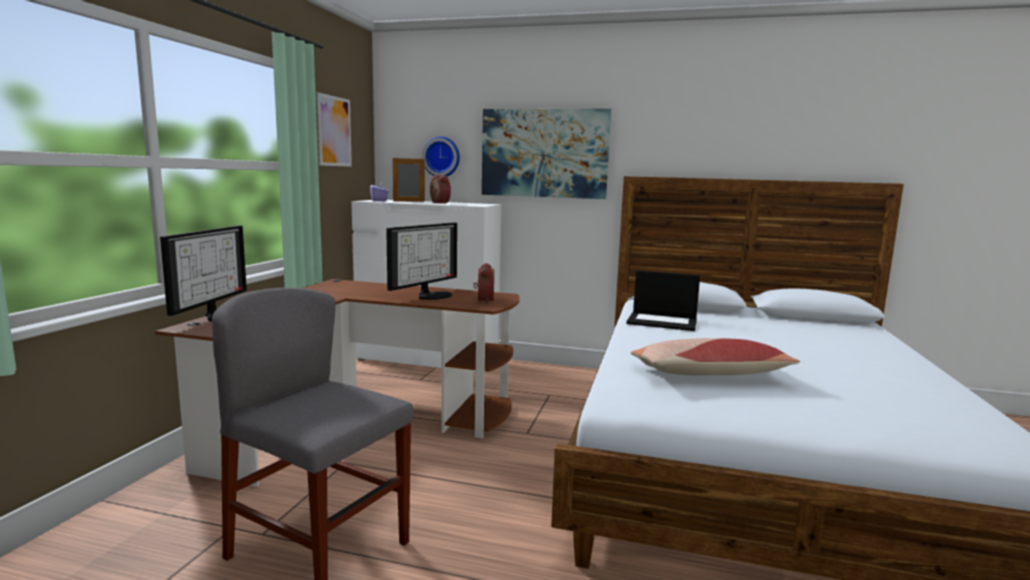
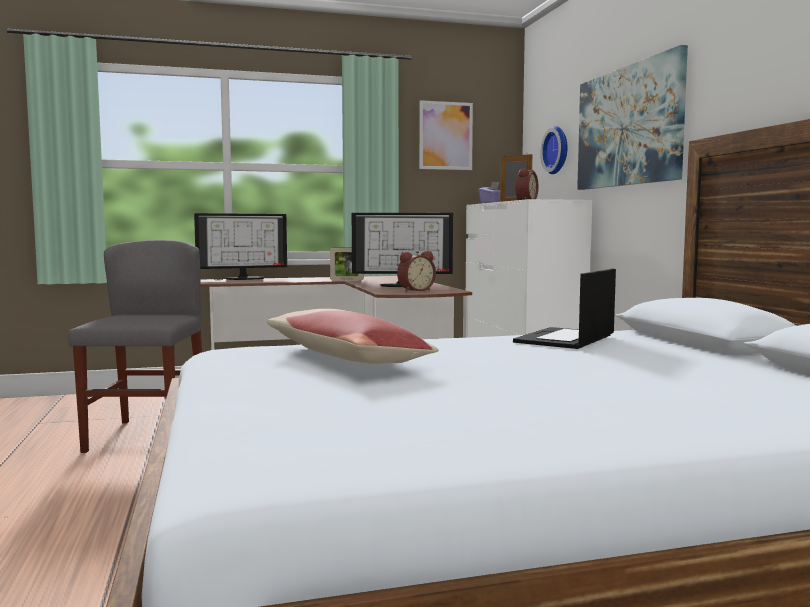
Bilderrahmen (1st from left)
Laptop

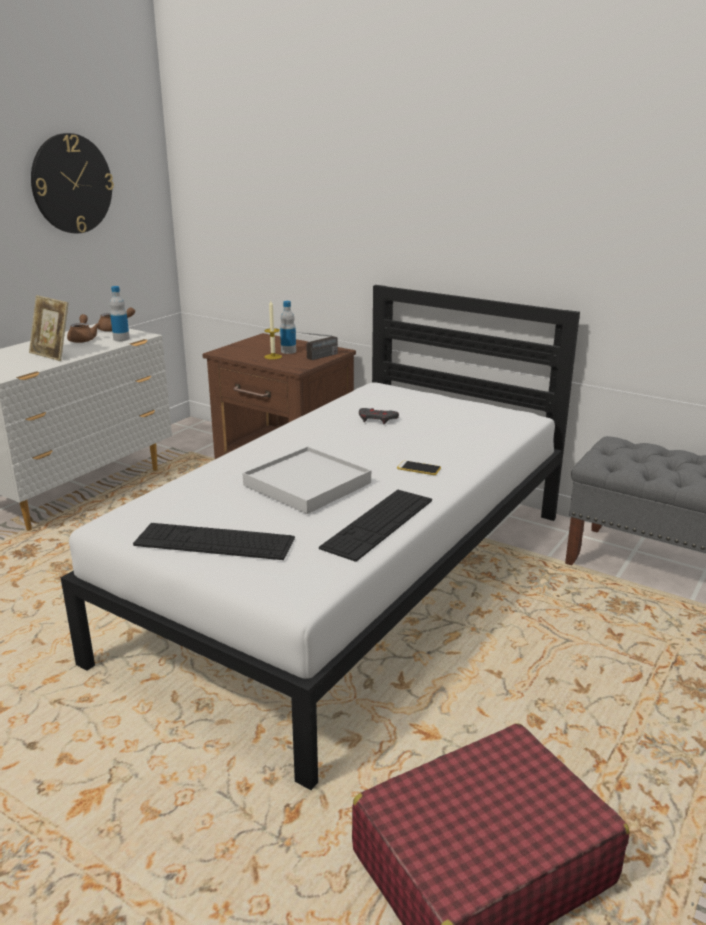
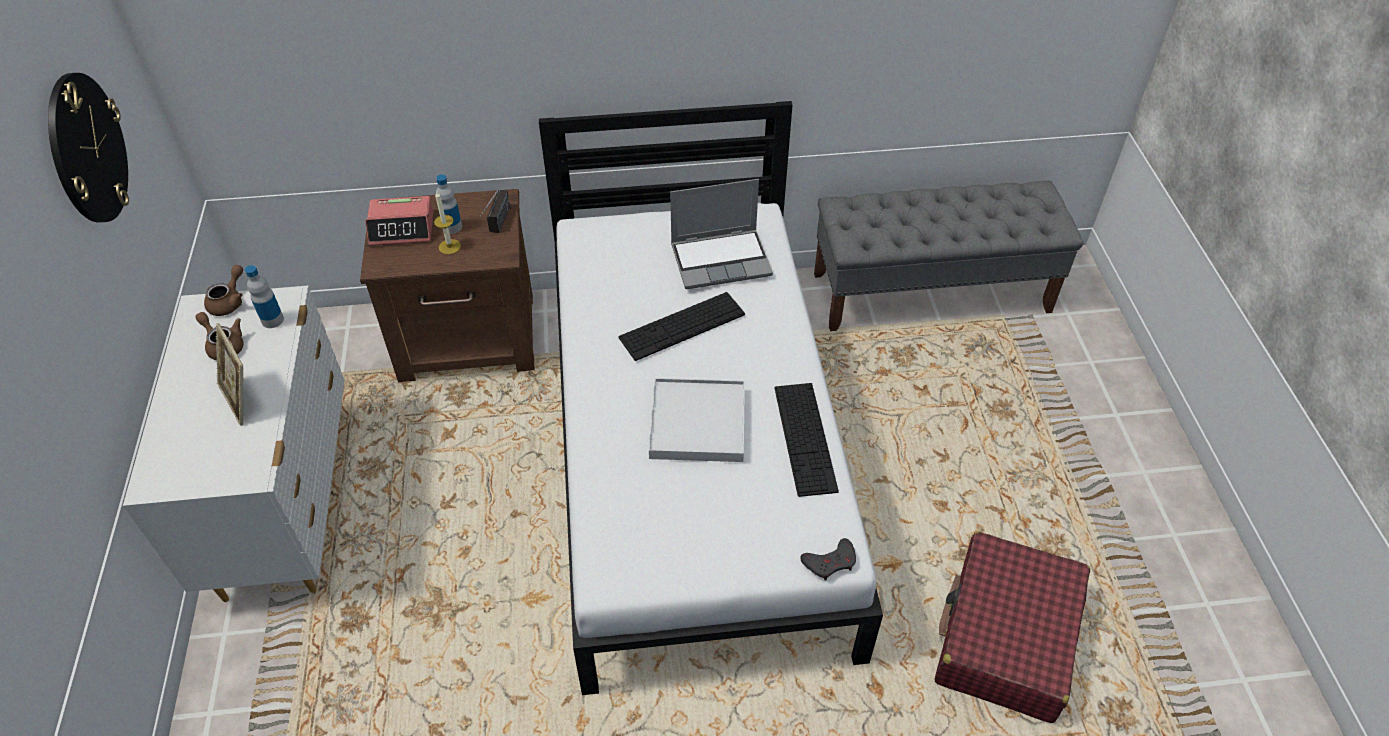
Bilderrahmen
Wecker
Tastatur (1st from left)
Laptop
Gamepad/grau
Handy

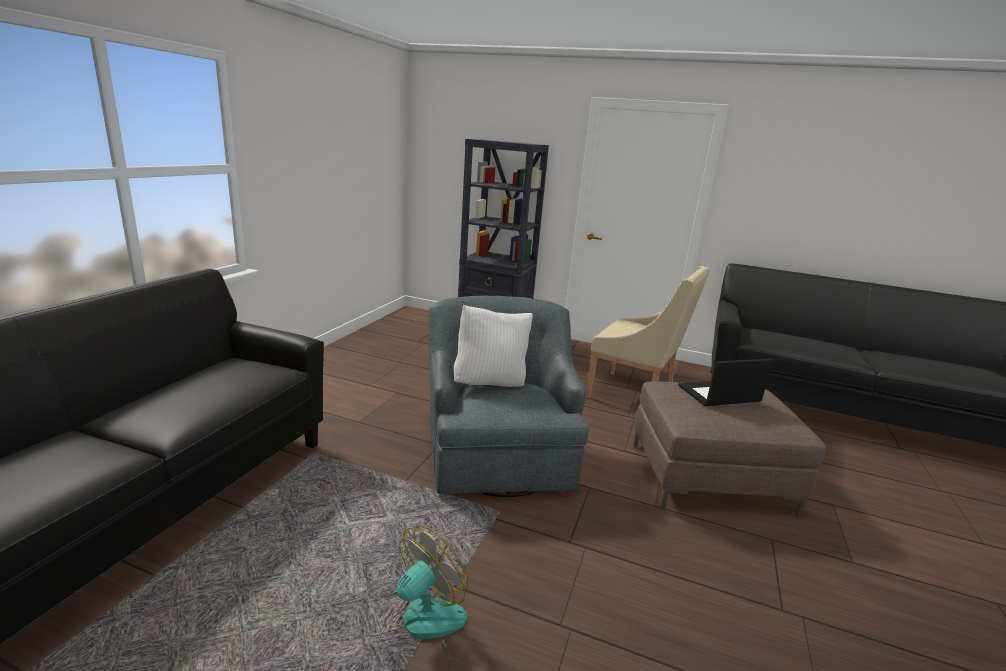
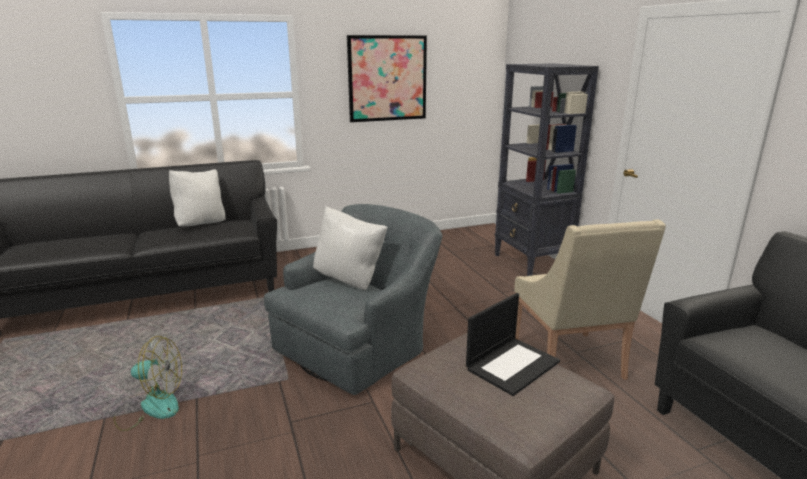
Kissen/weiß (1st from left)
Bild
Laptop

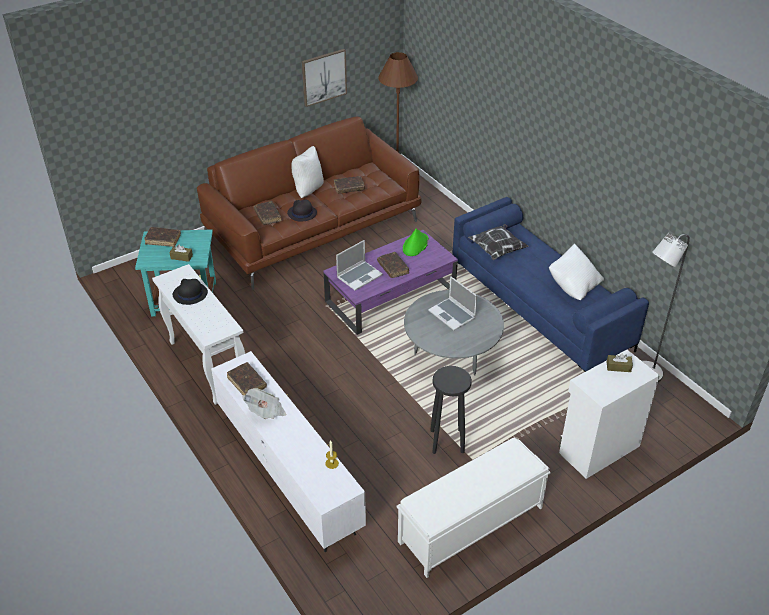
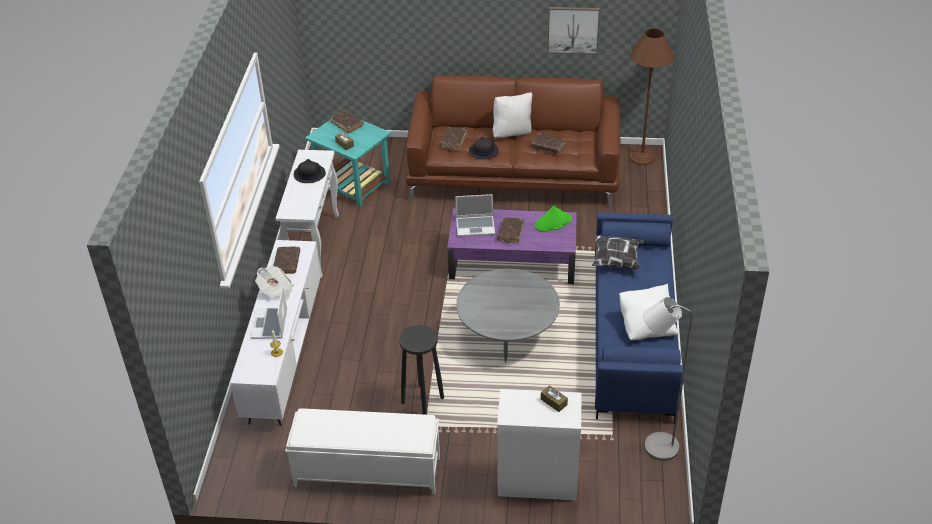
Laptop (1st from left)

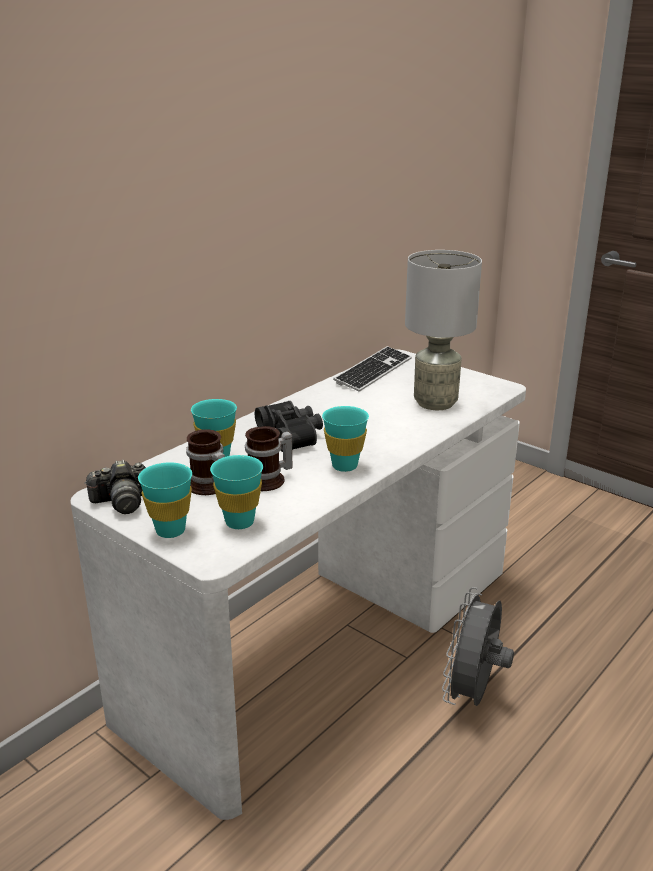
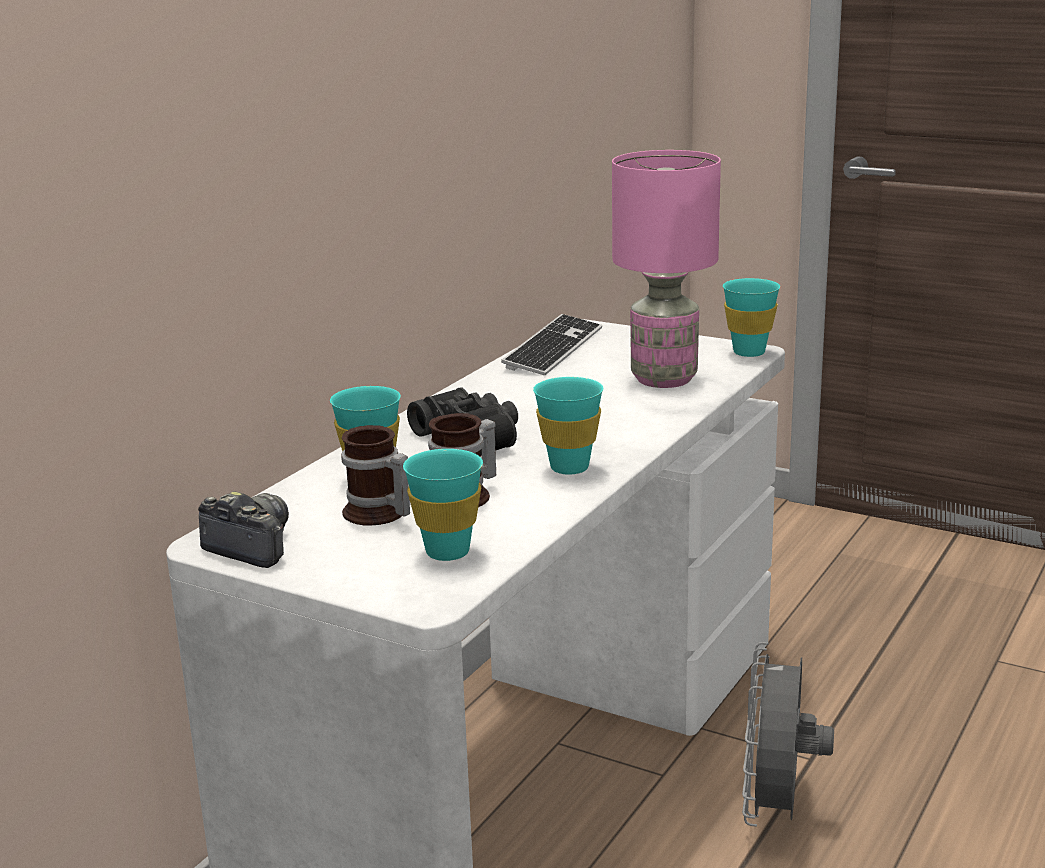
Kamera
Tischlampe/rosa
Tasse/türkis (4th from left)

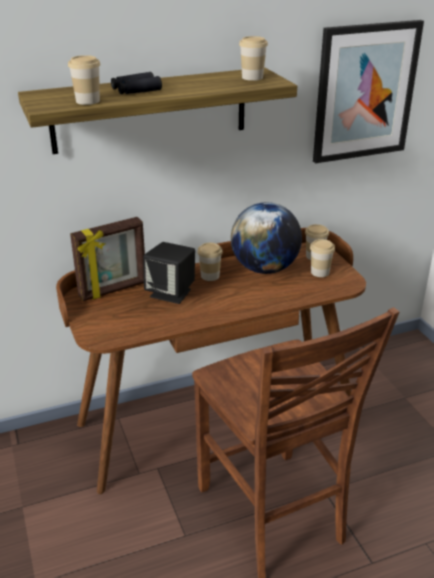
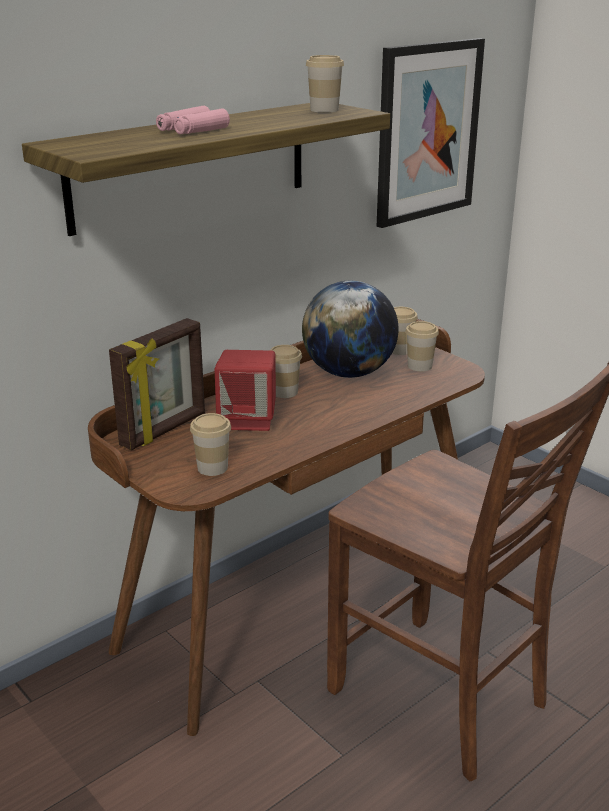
Fernglas/rosa
Tasse (1st from left)
Lautsprecher/rot

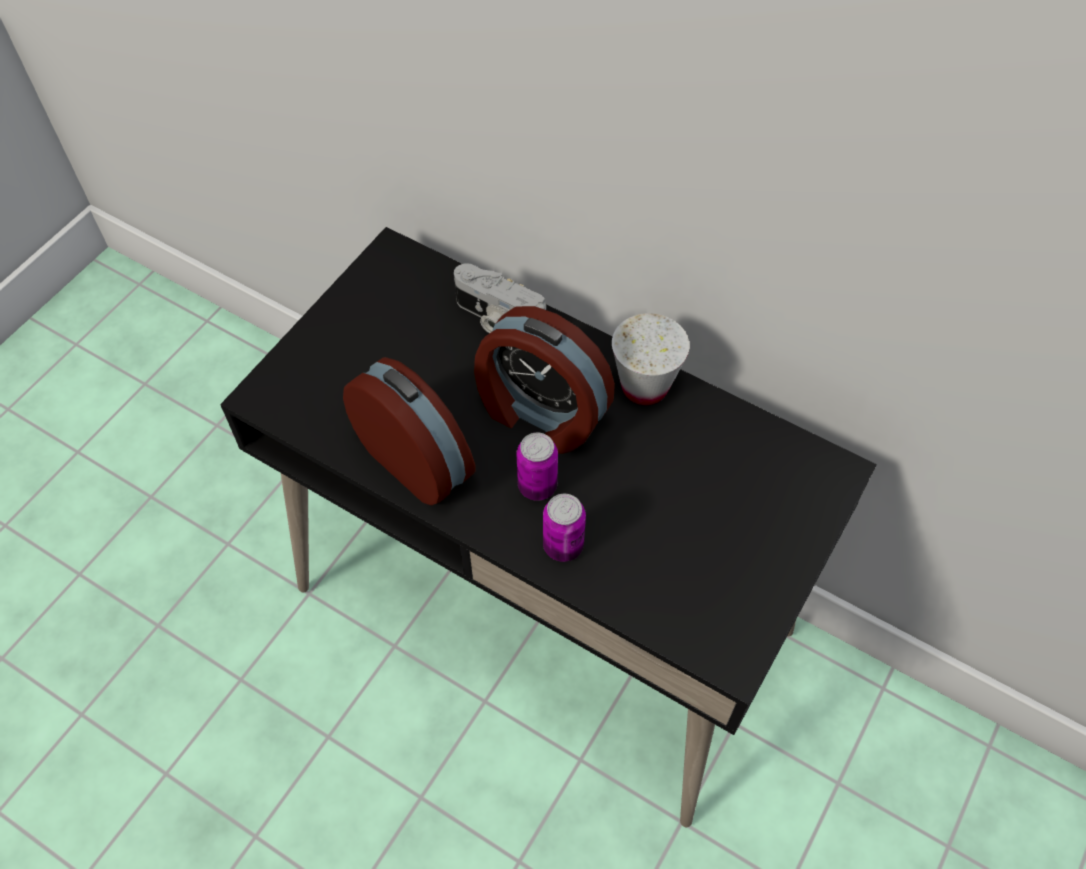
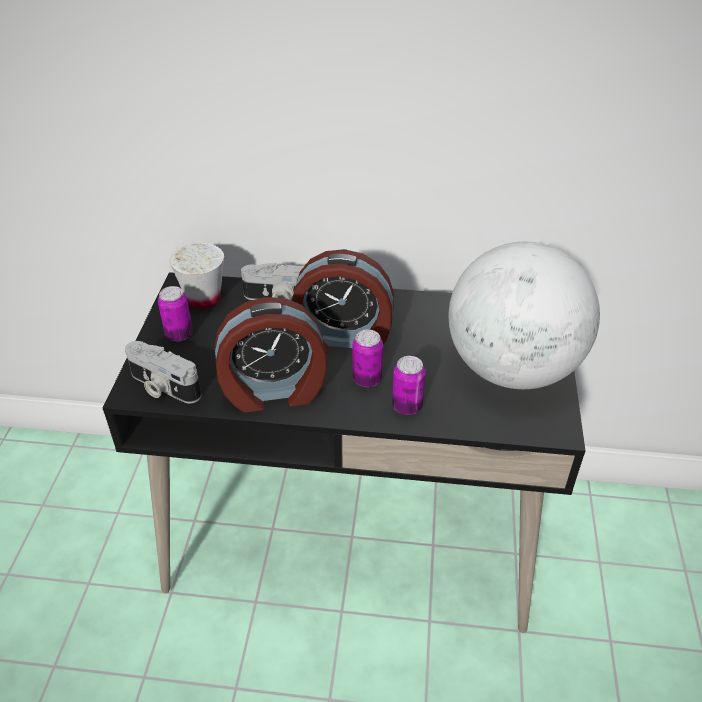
Kamera (1st from left)
Dose (1st from left)
Tasse/weiß
Wecker (1st from left)
Globus

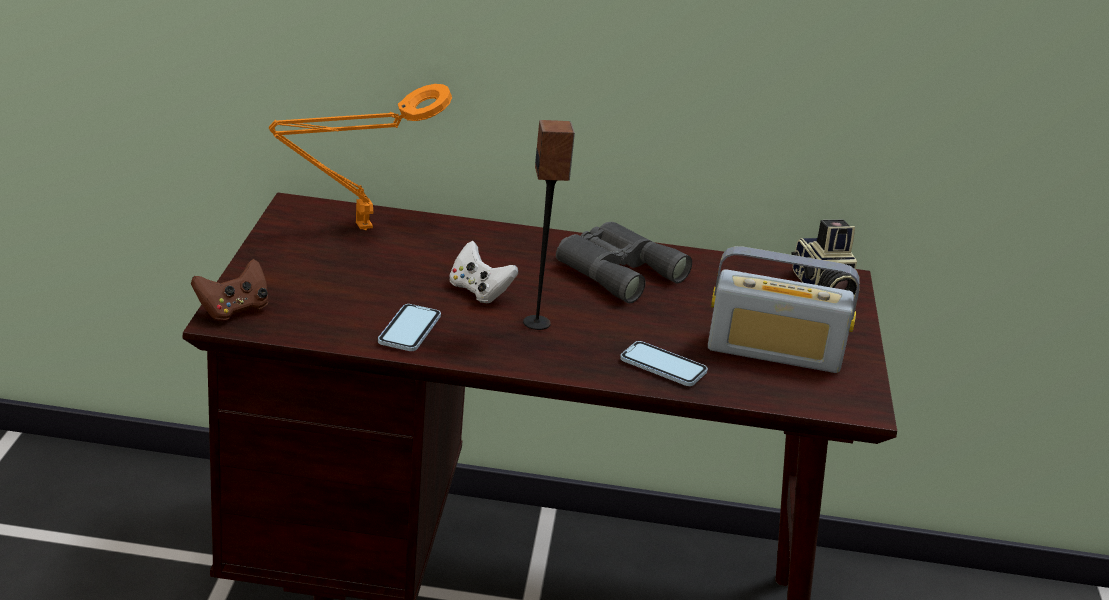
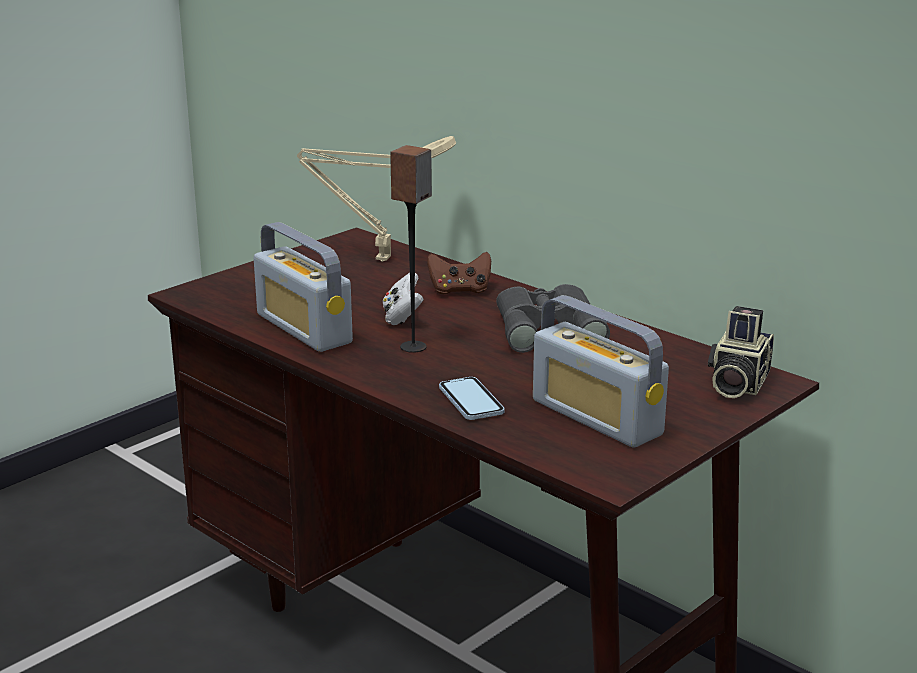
Radio (1st from left)
Tischlampe/beige
Gamepad/braun

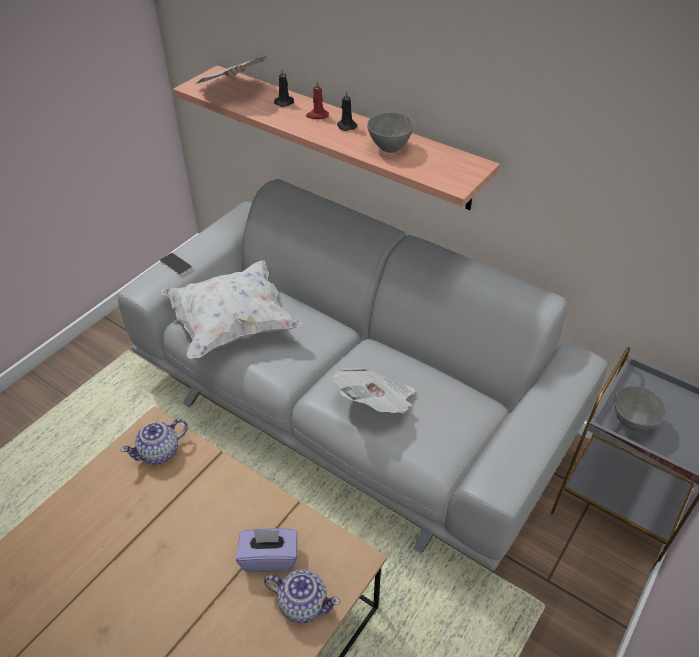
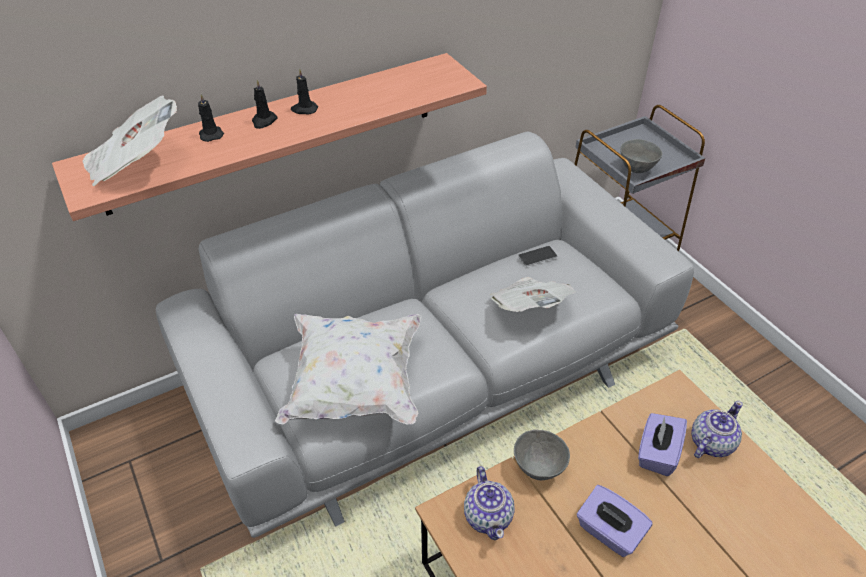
Kerze/schwarz (2nd from left)
Schüssel/grau (1st from left)
Handy
Taschentuchbox/lila (1st from left)

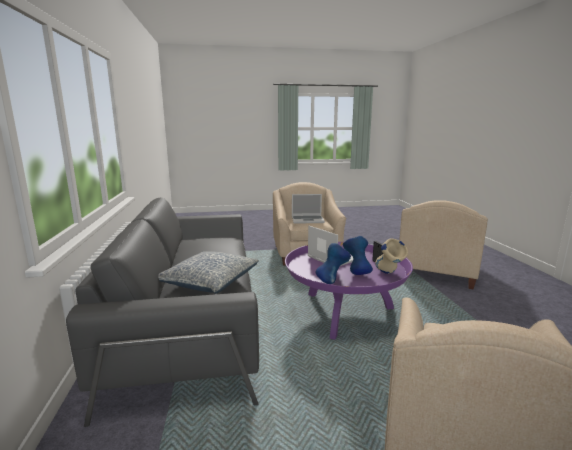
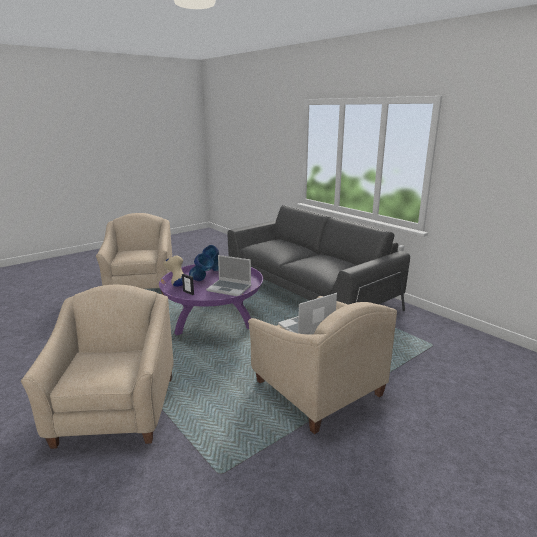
Kissen

